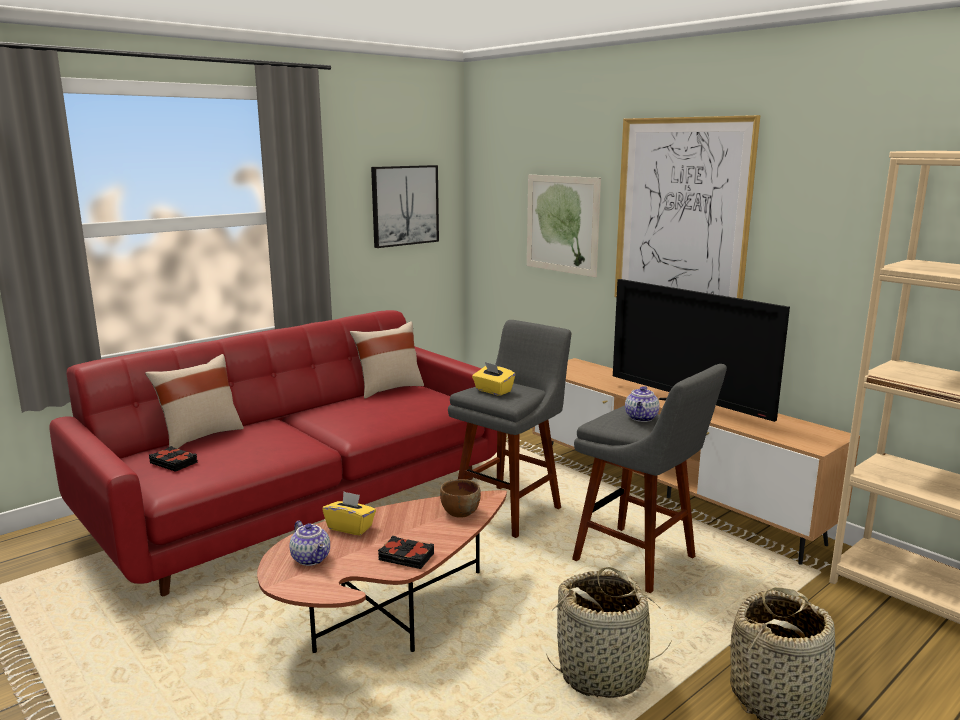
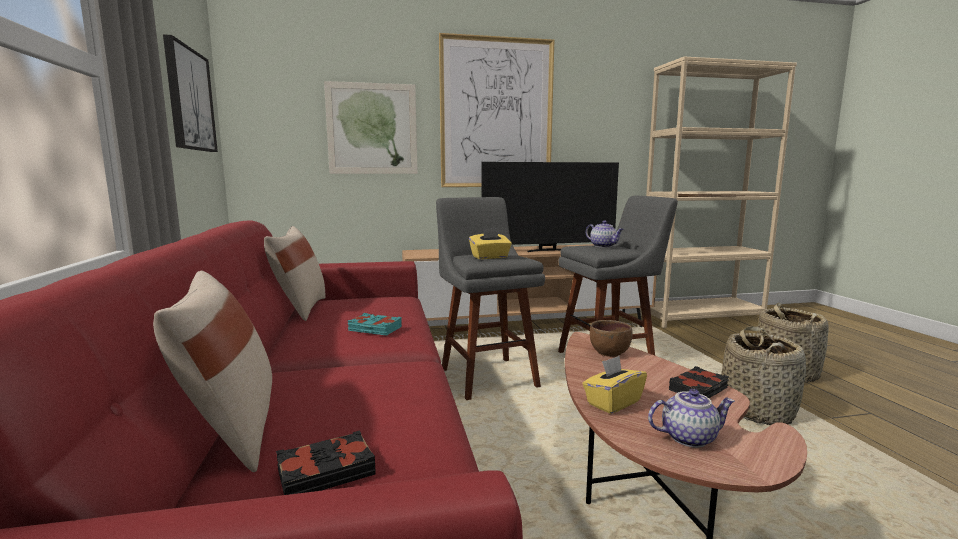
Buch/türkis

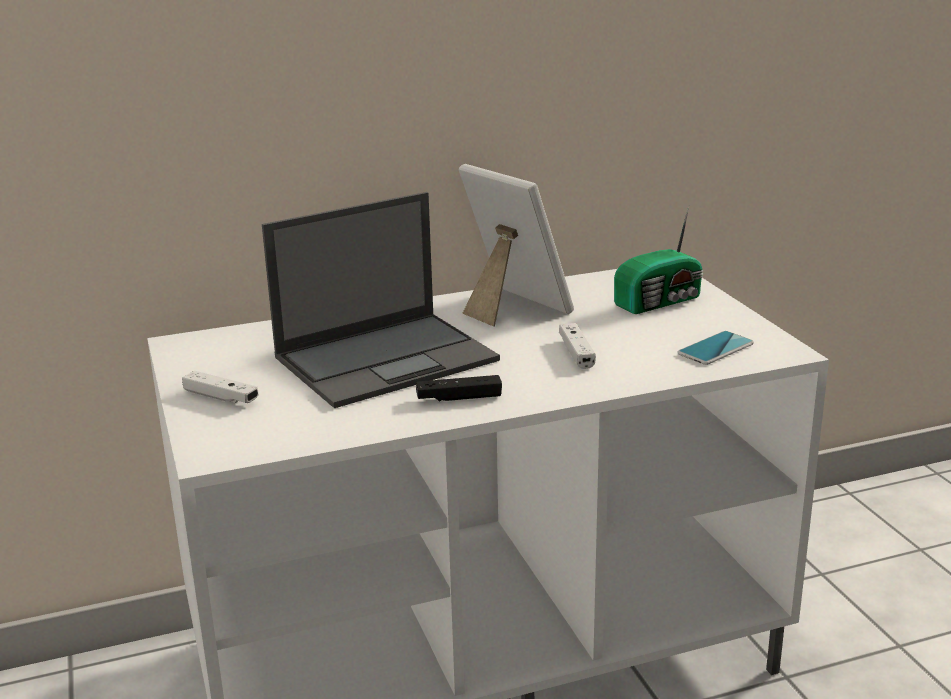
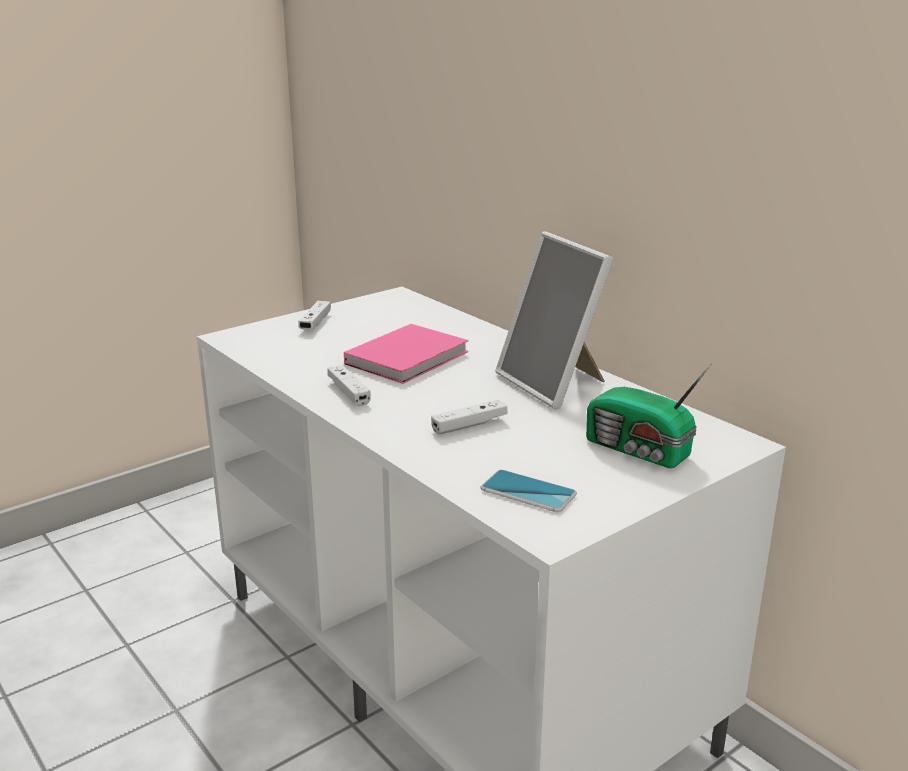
Gamepad/weiß (2nd from left)
Buch/rosa
Bilderrahmen

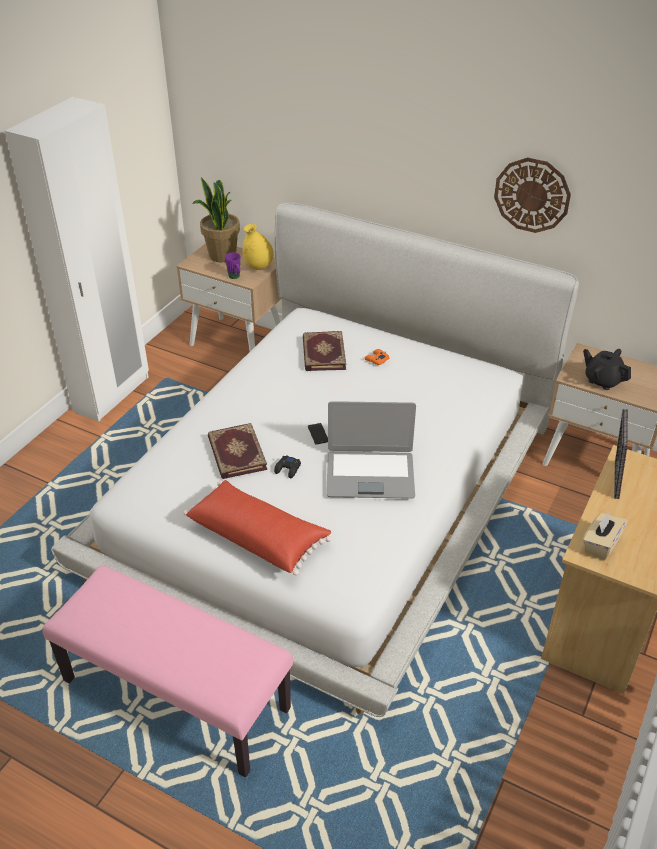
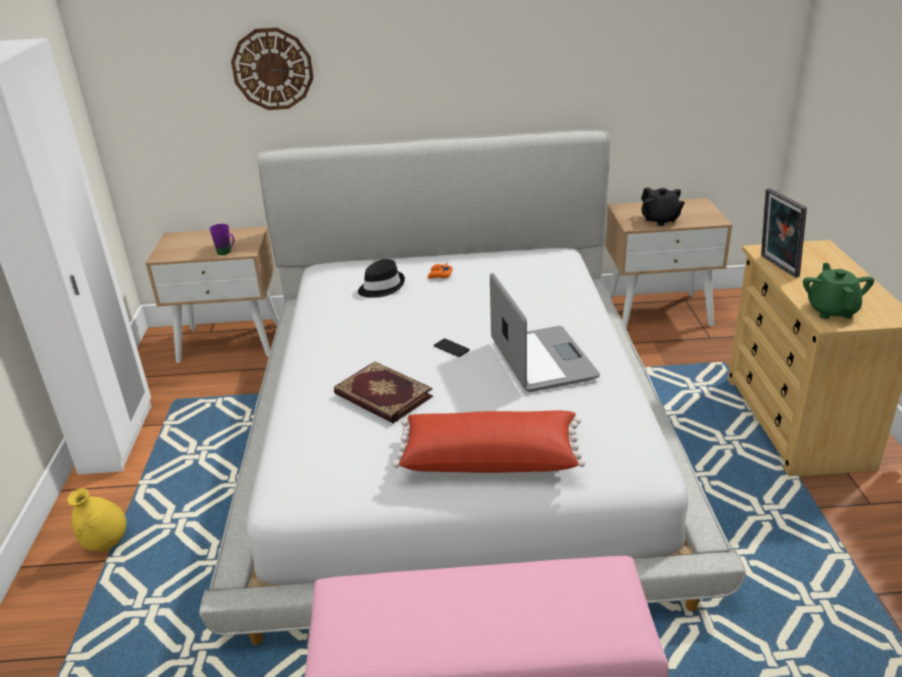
Vase/gelb
Wanduhr
Hut/schwarz
Laptop
Teekanne/schwarz
Teekanne/grün
Topfpflanze
Gamepad/schwarz

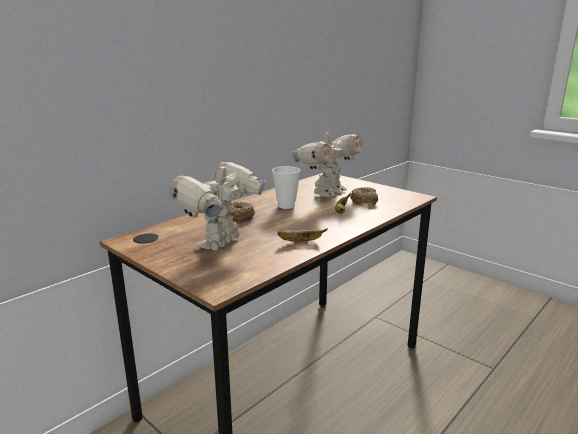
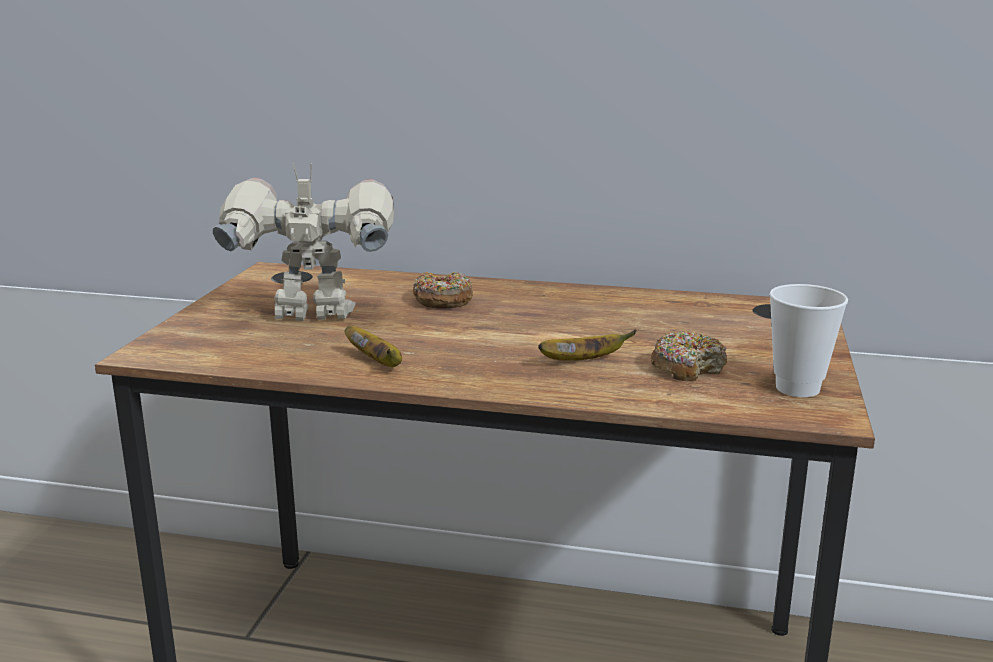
Tasse
Spielzeugroboter (2nd from left in the first image)

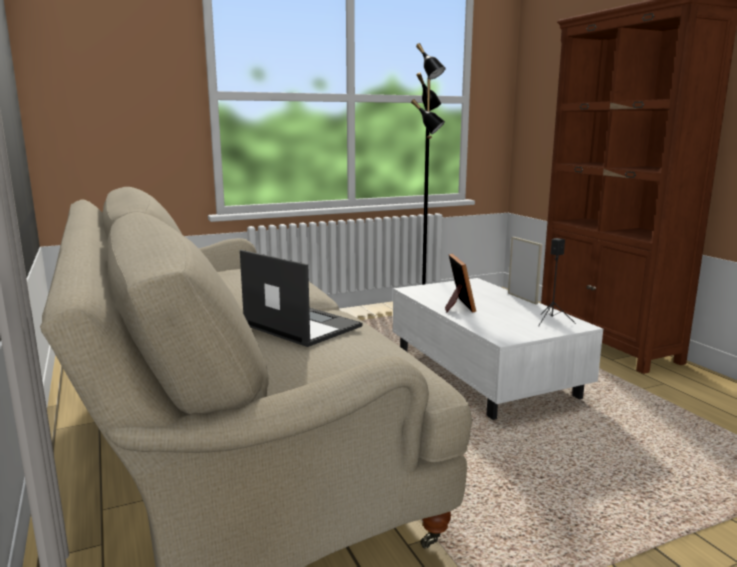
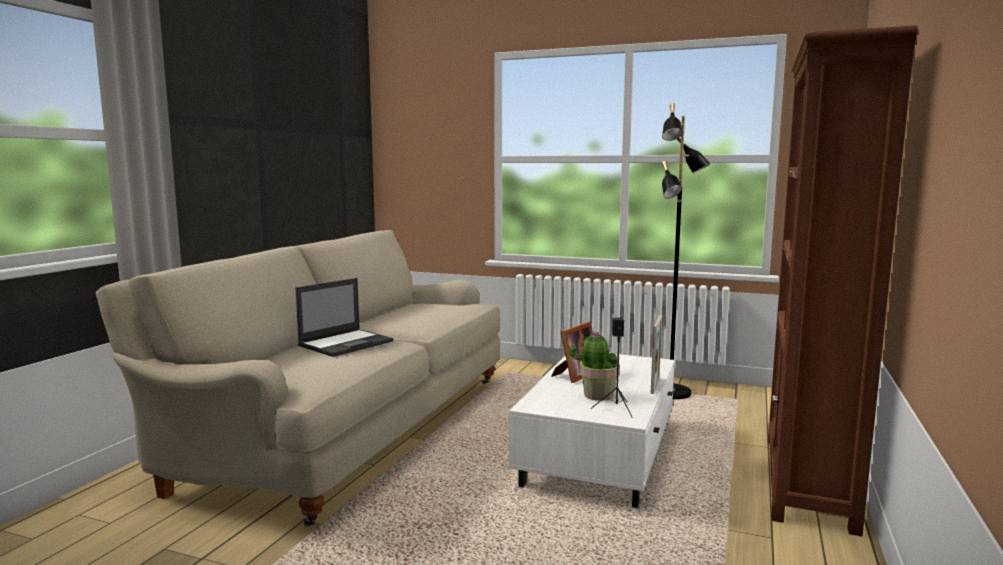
Laptop
Topfpflanze

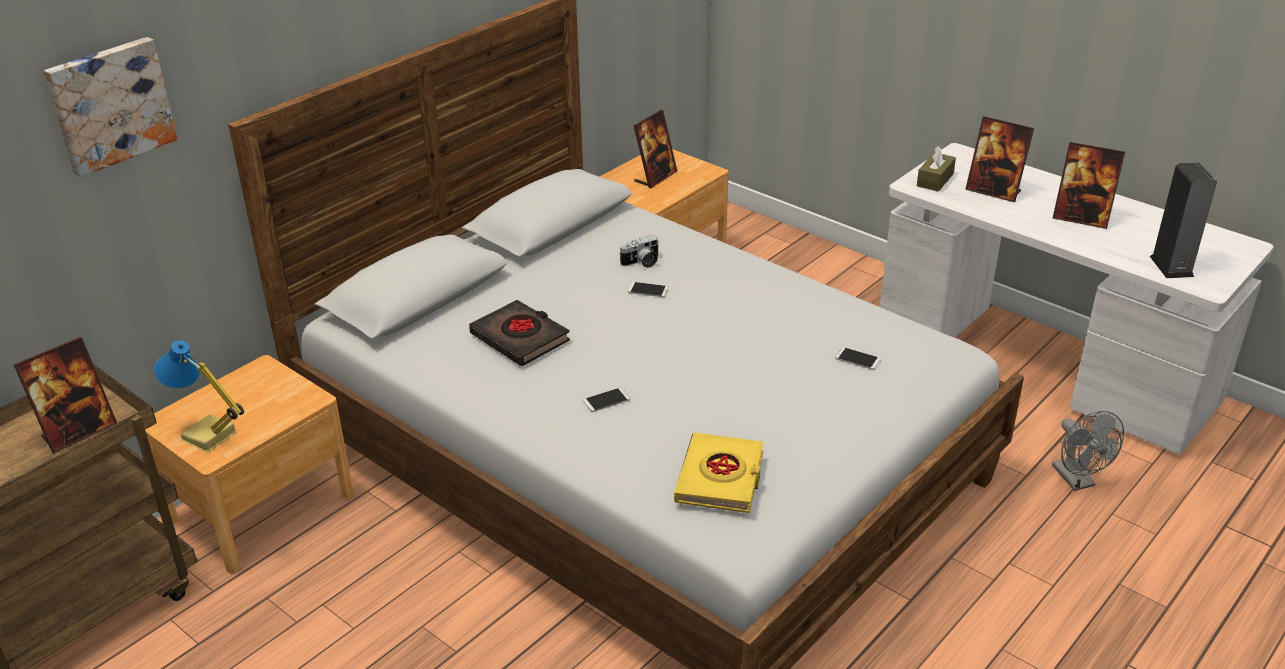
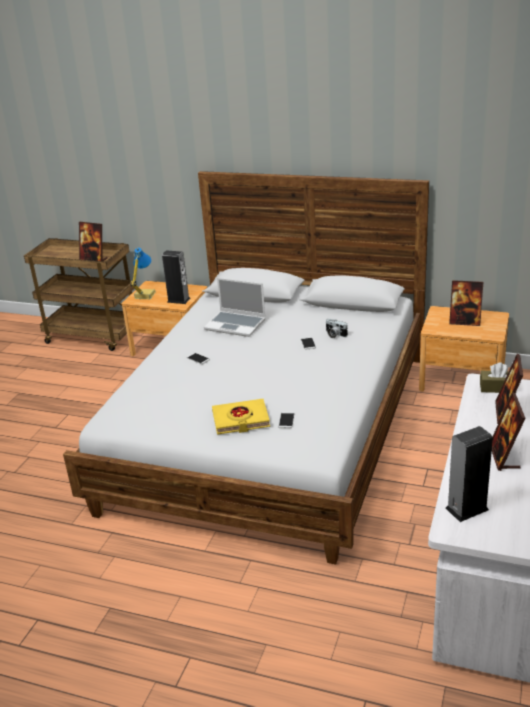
Lautsprecher (1st from left)
Laptop
Buch/gelb
Bild
Ventilator/grau

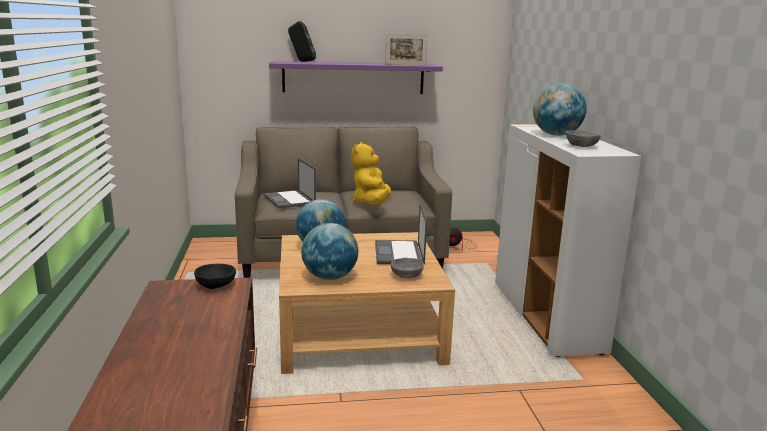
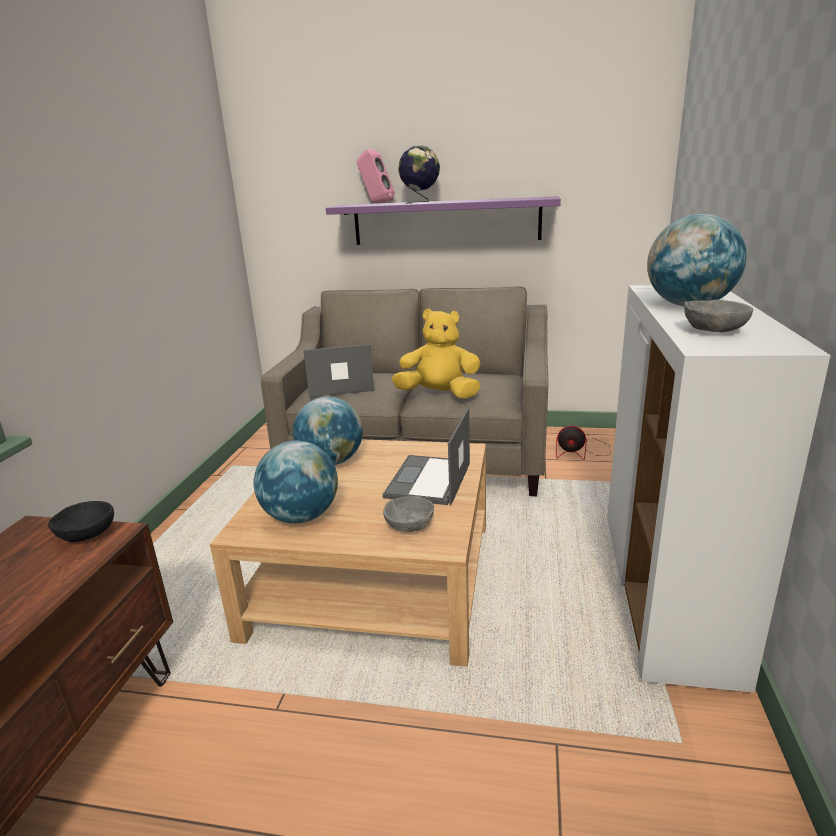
Laptop (1st from left)
Lautsprecher/rosa
Plüschtier/gelb
Globus (3rd from left)
Bilderrahmen

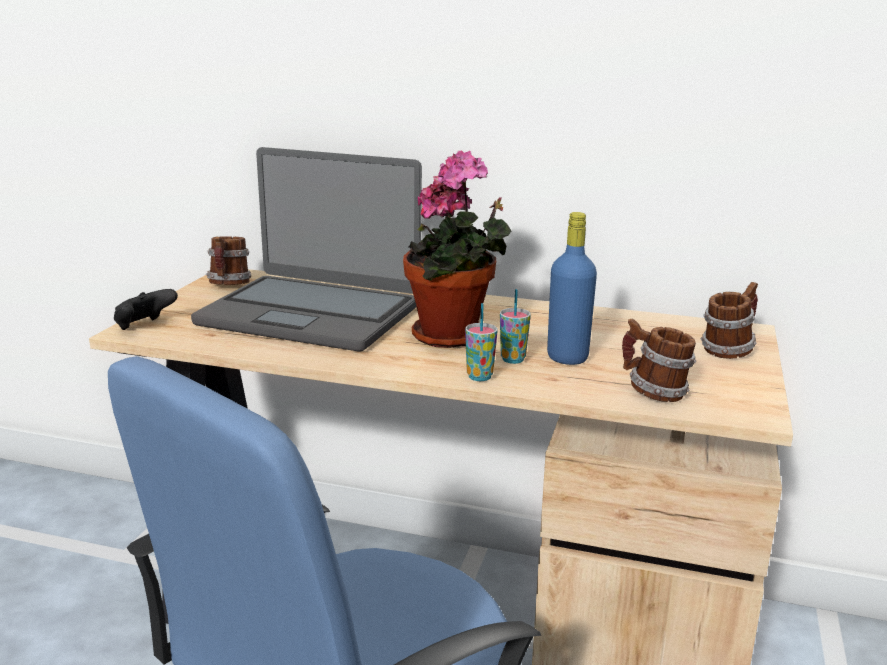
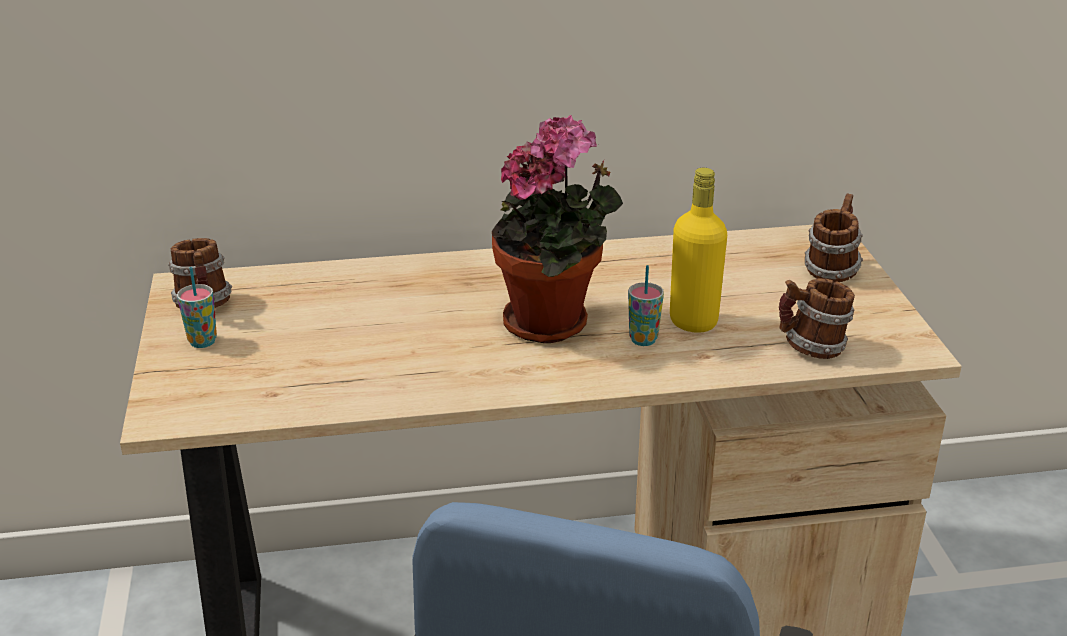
Tasse (1st from left)
Flasche/gelb
Gamepad/schwarz
Laptop

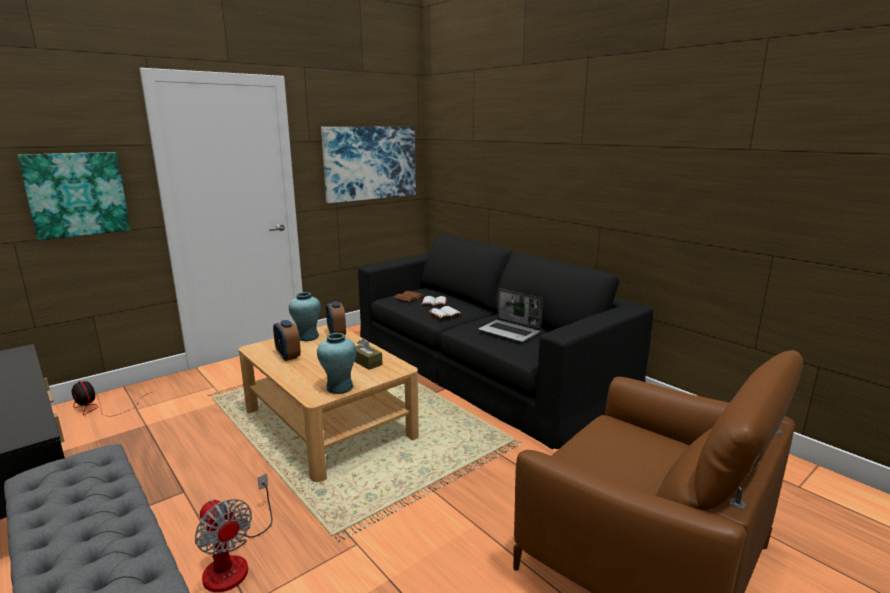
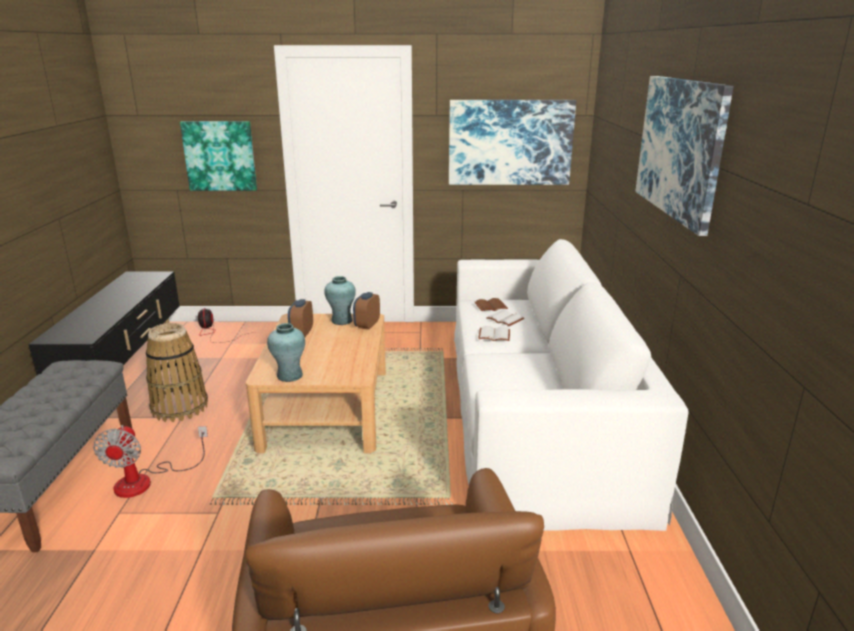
Korb
Sofa/weiß
Bild (3rd from left)
Taschentuchbox/braun
Laptop

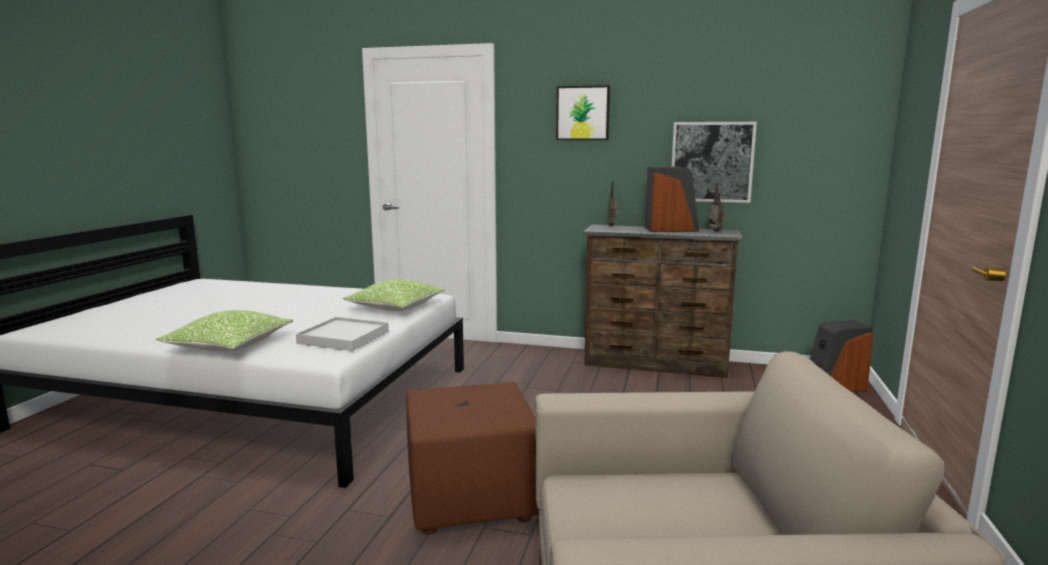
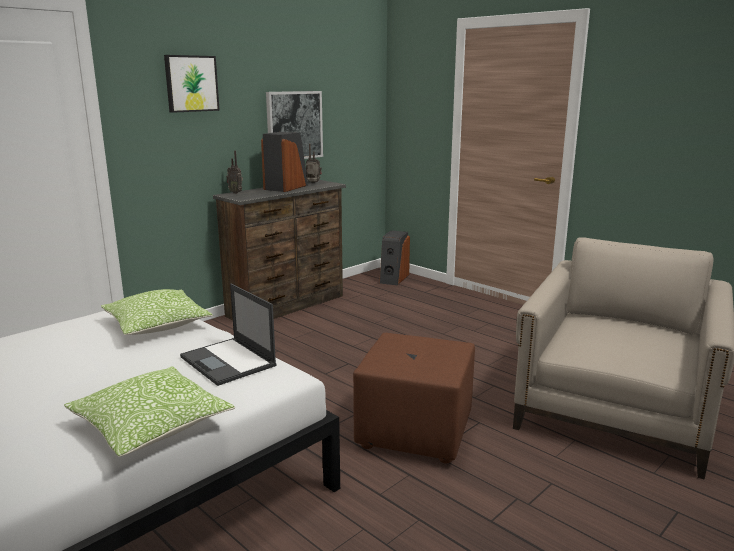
Laptop

